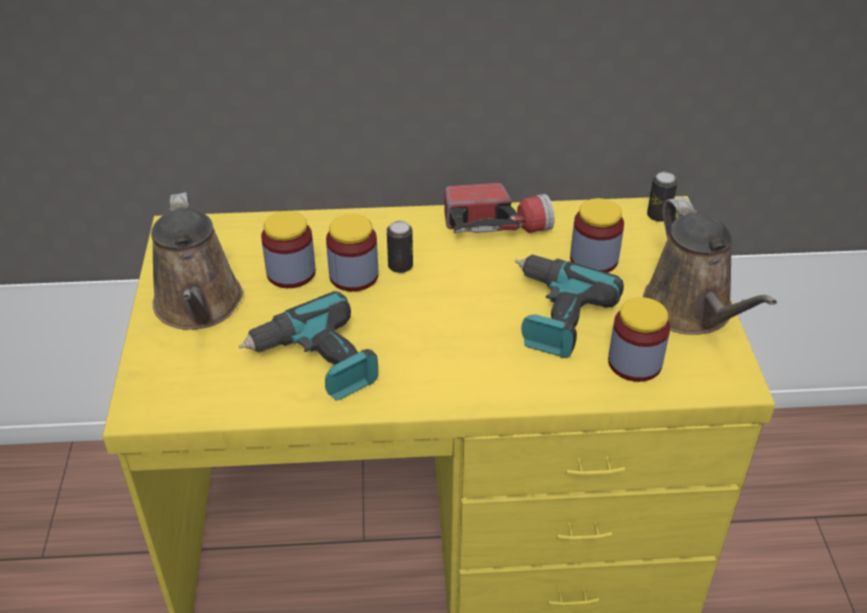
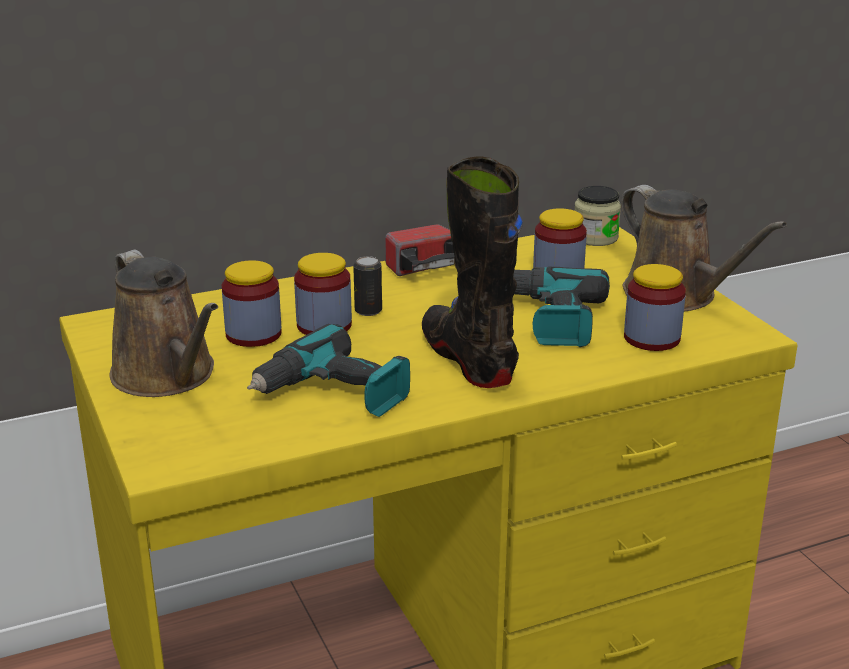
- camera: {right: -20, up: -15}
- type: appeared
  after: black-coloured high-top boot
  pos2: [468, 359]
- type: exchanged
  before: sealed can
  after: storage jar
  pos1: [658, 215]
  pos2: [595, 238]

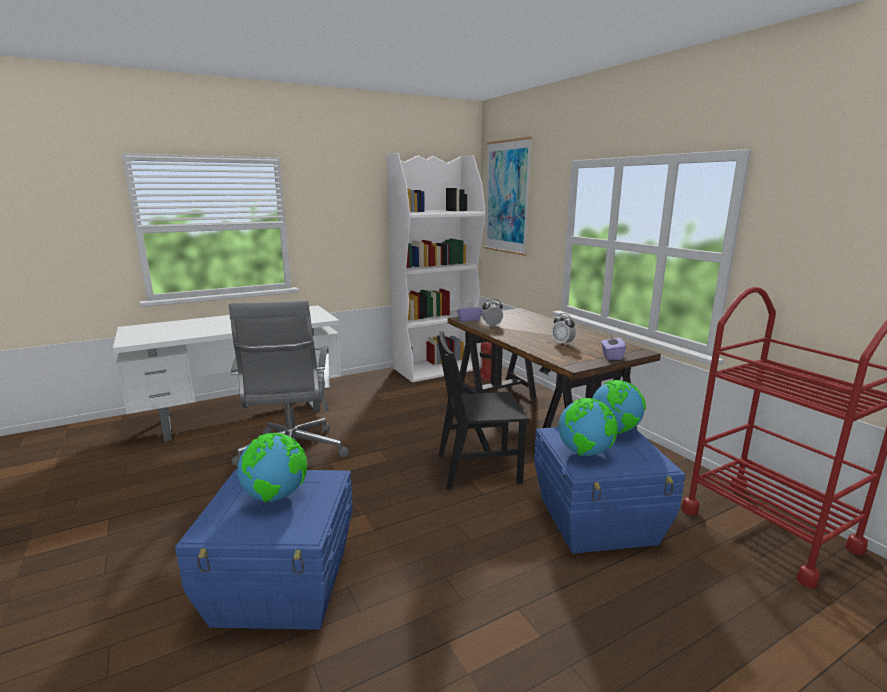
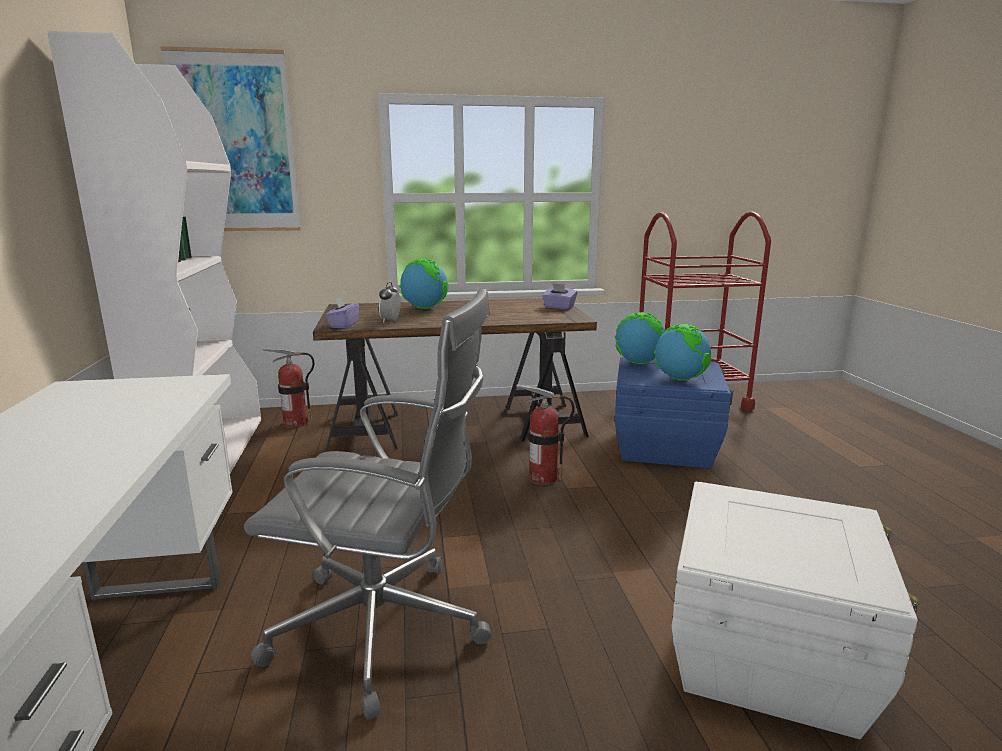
- camera: {right: -70, up: 0}
- type: relocated
  before: desk globe
  pos1: [276, 496]
  pos2: [424, 308]
- type: exchanged
  before: black-coloured upright chair
  after: fire extinguisher
  pos1: [478, 468]
  pos2: [543, 478]
- type: colour
  before: bluish storage bin
  after: whitish storage bin
  pos1: [283, 587]
  pos2: [768, 657]
- type: missing
  before: table clock
  pos1: [562, 343]

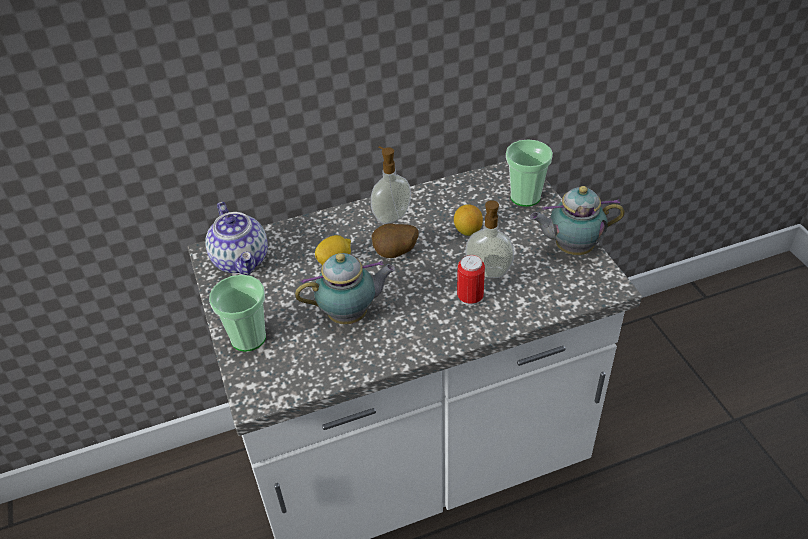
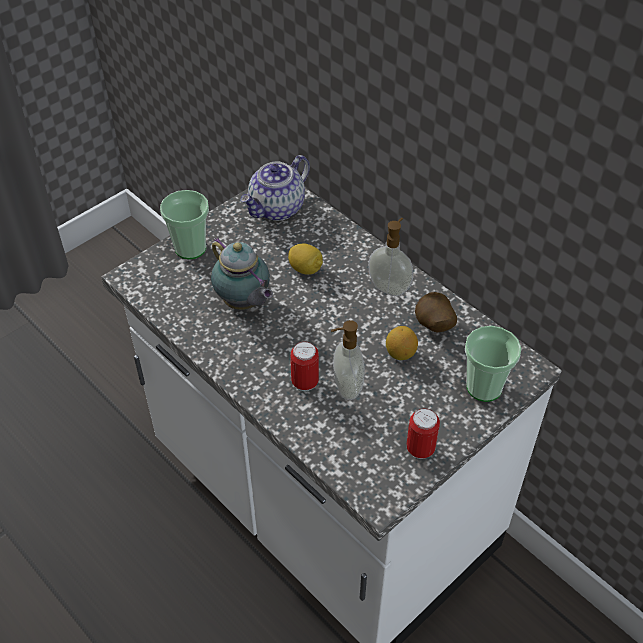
- camera: {right: 65, up: 5}
- type: exchanged
  before: pot for tea
  after: sealed can
  pos1: [571, 248]
  pos2: [420, 449]
- type: relocated
  before: potato
  pos1: [395, 254]
  pos2: [433, 326]

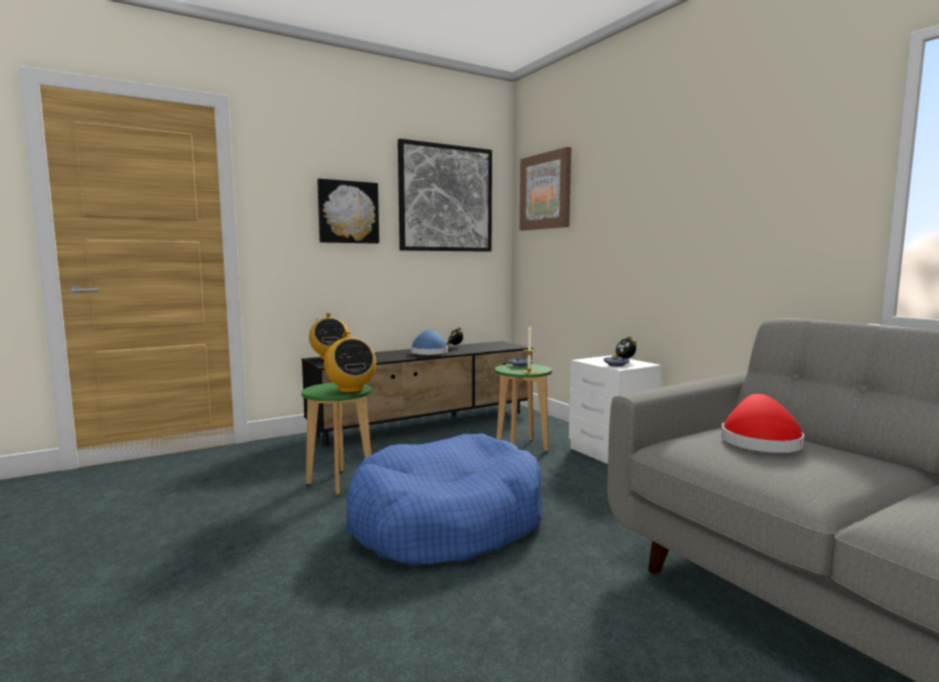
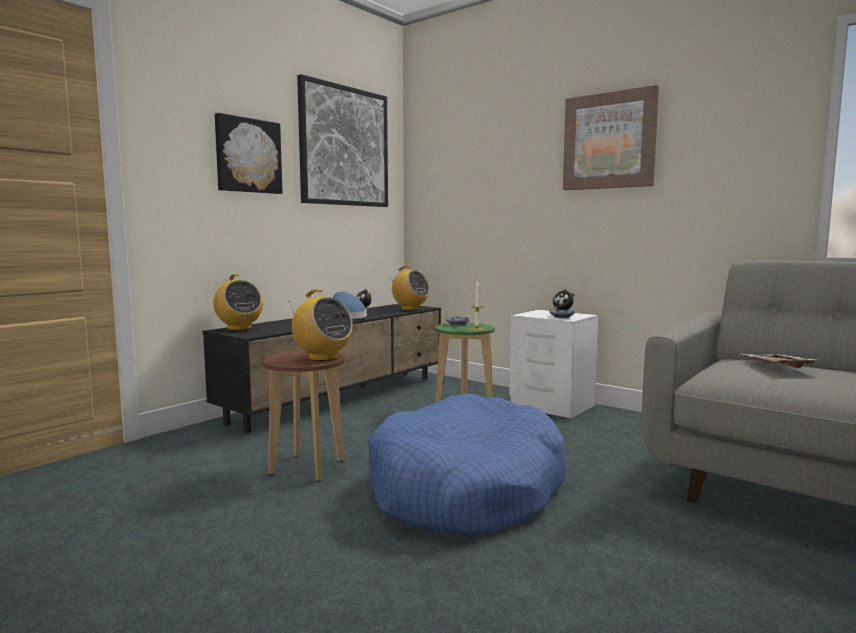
- camera: {right: -20, up: 0}
- type: colour
  before: greenish stool
  after: brownish stool
  pos1: [340, 482]
  pos2: [307, 467]
- type: appeared
  after: radio
  pos2: [410, 309]
- type: relocated
  before: wall art
  pos1: [545, 191]
  pos2: [609, 141]
- type: exchanged
  before: reddish wearable hat
  after: whitish tray
  pos1: [759, 441]
  pos2: [775, 367]

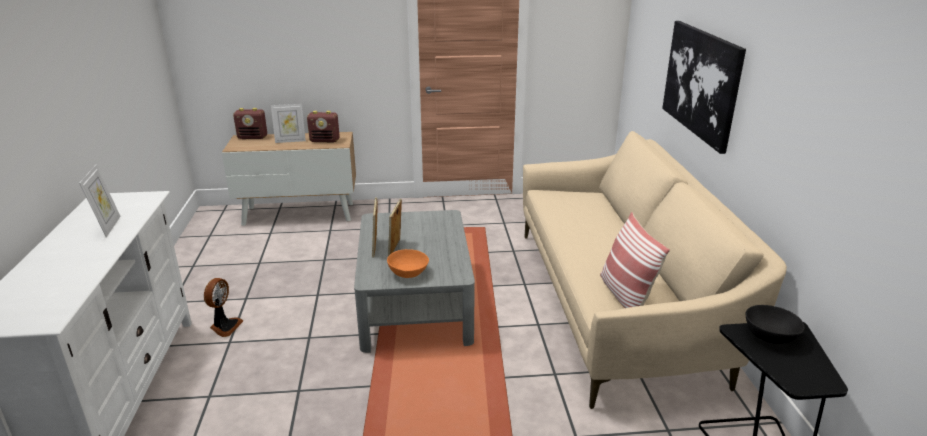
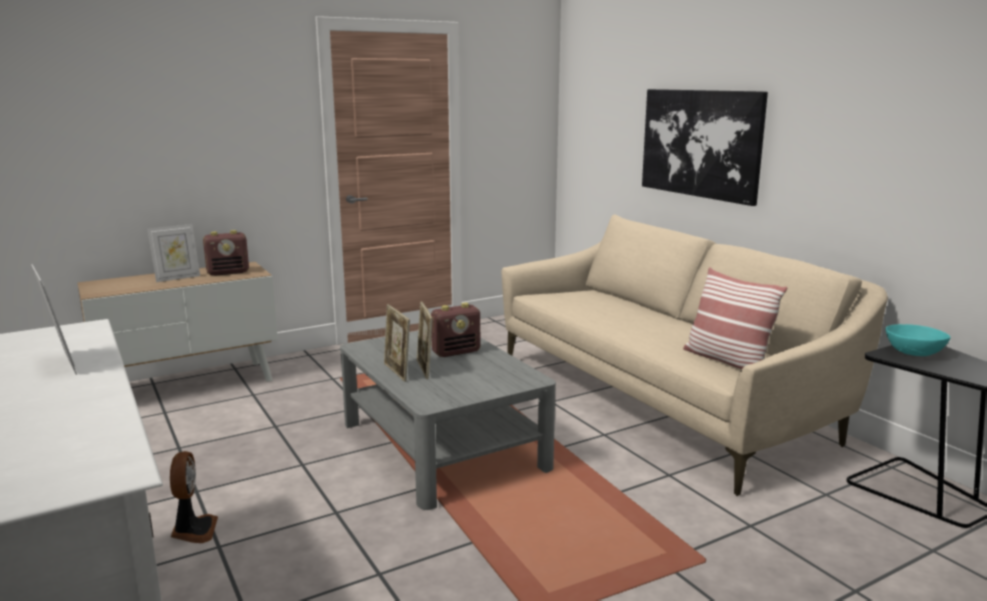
- camera: {right: -25, up: -10}
- type: relocated
  before: radio
  pos1: [253, 137]
  pos2: [456, 352]
- type: colour
  before: black-coloured bowl
  after: turquoise bowl
  pos1: [770, 335]
  pos2: [913, 352]
- type: missing
  before: orange bowl
  pos1: [408, 273]

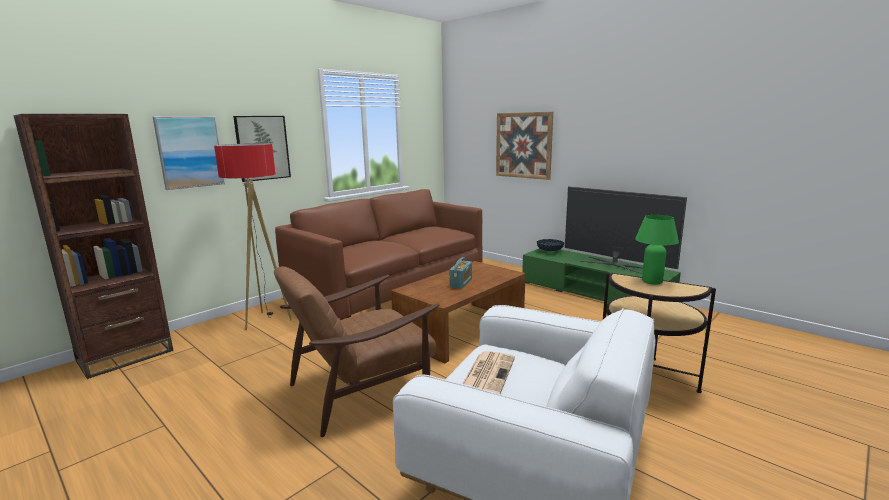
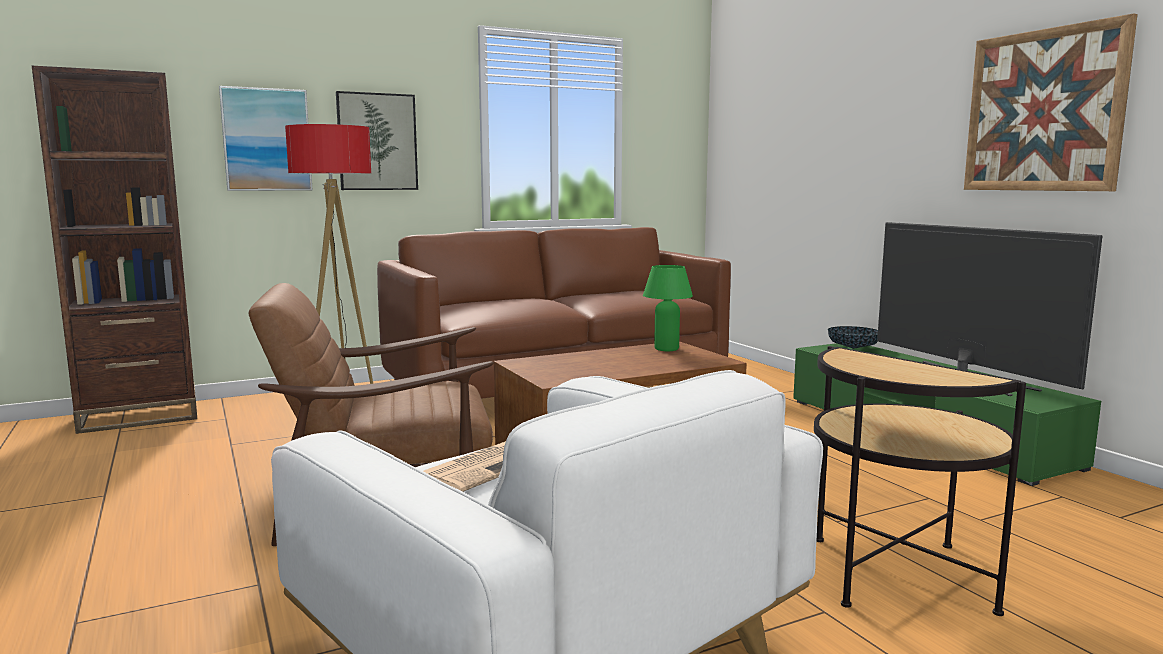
- camera: {right: 20, up: -5}
- type: relocated
  before: greenish tabletop lamp
  pos1: [652, 281]
  pos2: [666, 349]
- type: relocated
  before: wall art
  pos1: [523, 145]
  pos2: [1043, 111]
- type: missing
  before: radio
  pos1: [461, 283]

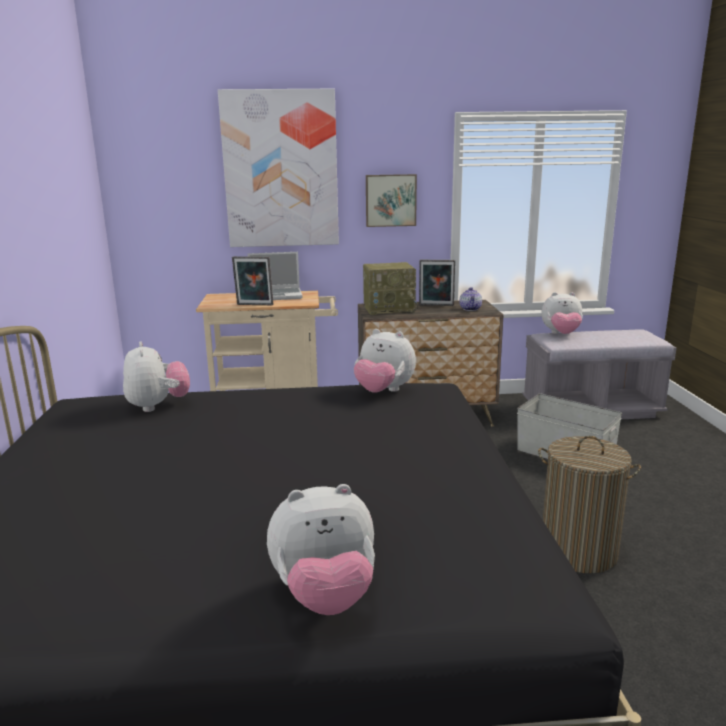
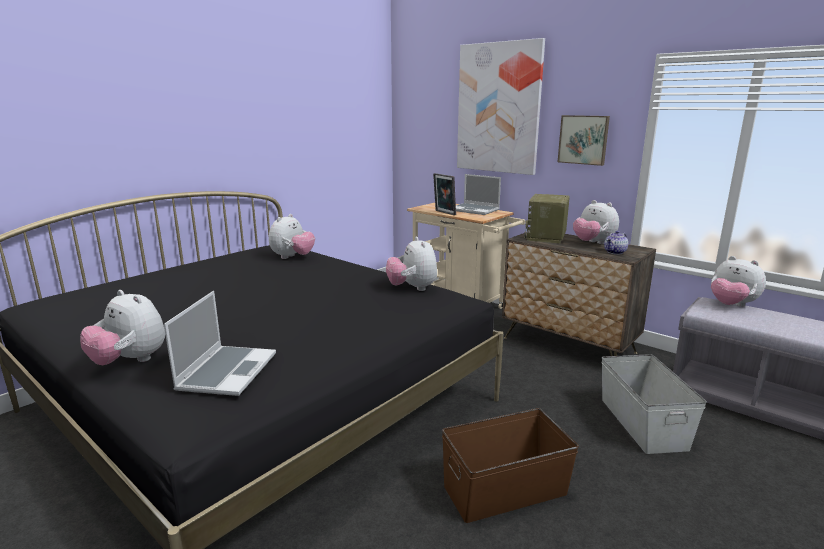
- camera: {right: 45, up: 0}
- type: appeared
  after: laptop
  pos2: [227, 371]
- type: exchanged
  before: hamper
  after: brownish storage bin
  pos1: [578, 551]
  pos2: [504, 490]
- type: spun
  before: radio
  pos1: [389, 309]
  pos2: [546, 237]
  turn: 75
- type: exchanged
  before: picture frame
  after: soft toy
  pos1: [436, 305]
  pos2: [593, 243]

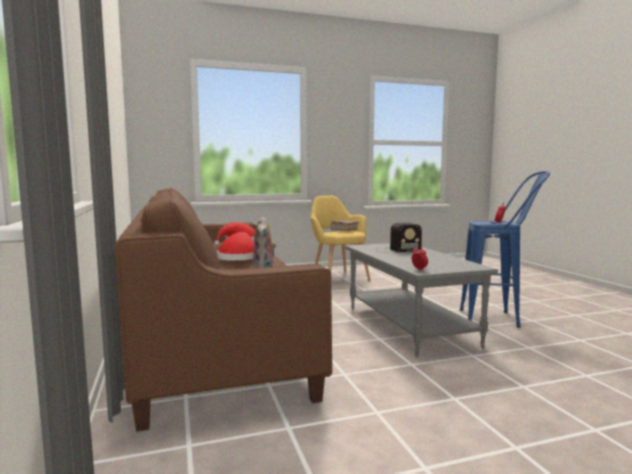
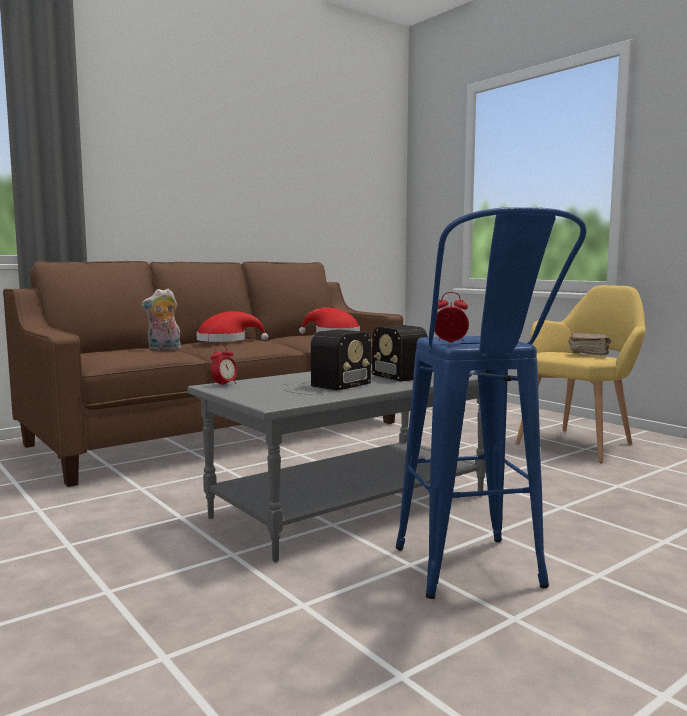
- camera: {right: 70, up: 0}
- type: appeared
  after: radio
  pos2: [324, 387]

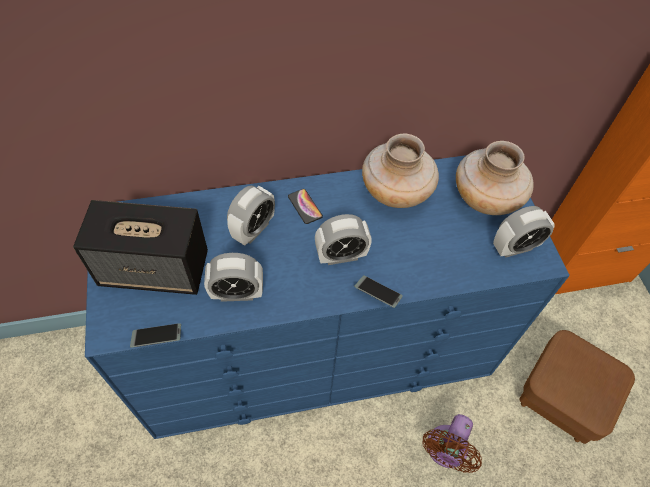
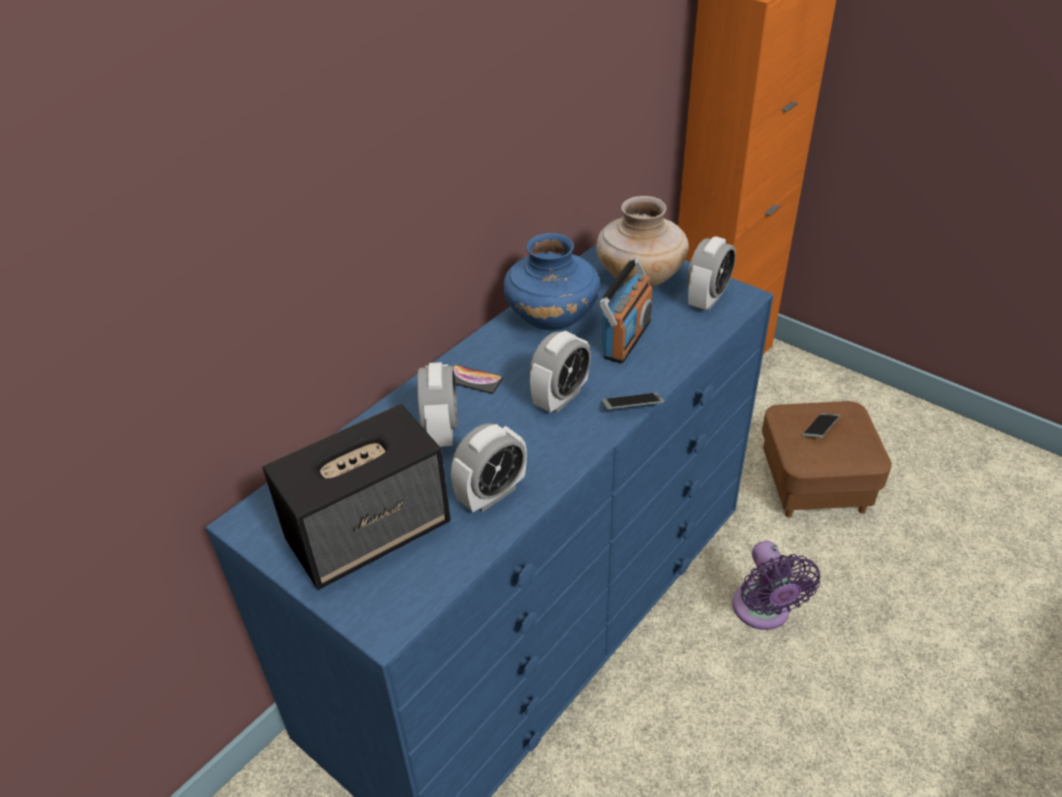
- camera: {right: -35, up: -15}
- type: colour
  before: beige decorative vase
  after: bluish decorative vase
  pos1: [396, 193]
  pos2: [552, 318]
- type: appeared
  after: radio
  pos2: [626, 339]
- type: colour
  before: brownish electric fan
  after: purple-coloured electric fan
  pos1: [445, 450]
  pos2: [763, 612]
- type: relocated
  before: handset
  pos1: [157, 337]
  pos2: [820, 429]

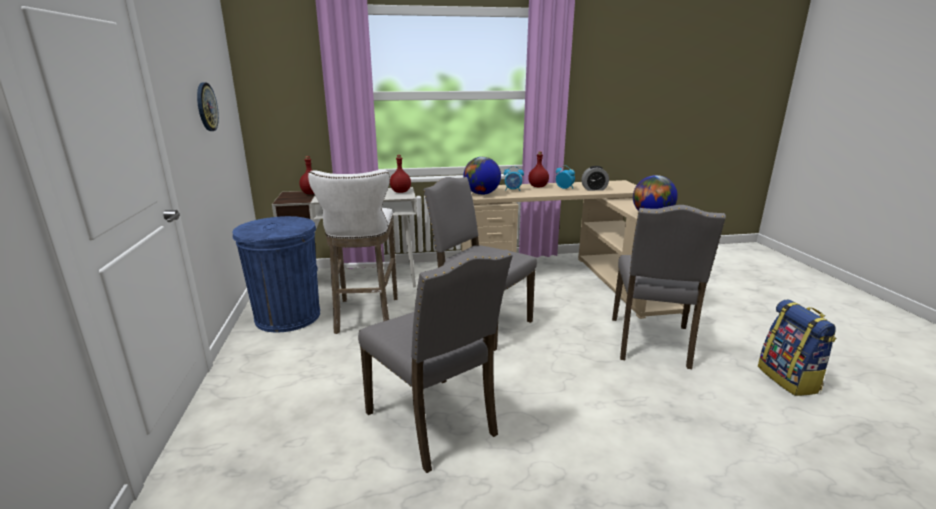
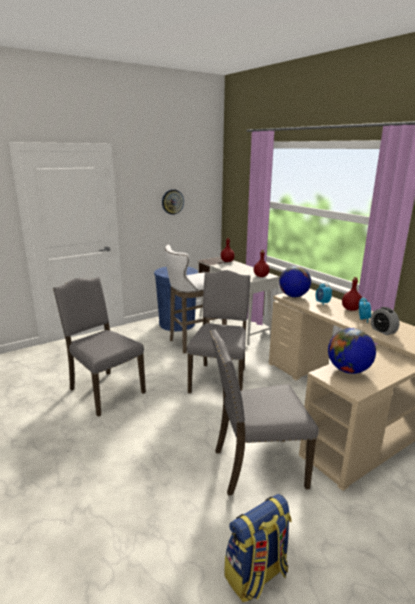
- camera: {right: 65, up: 0}
- type: spun
  before: greyish upright chair
  pos1: [434, 423]
  pos2: [104, 391]
  turn: 105

